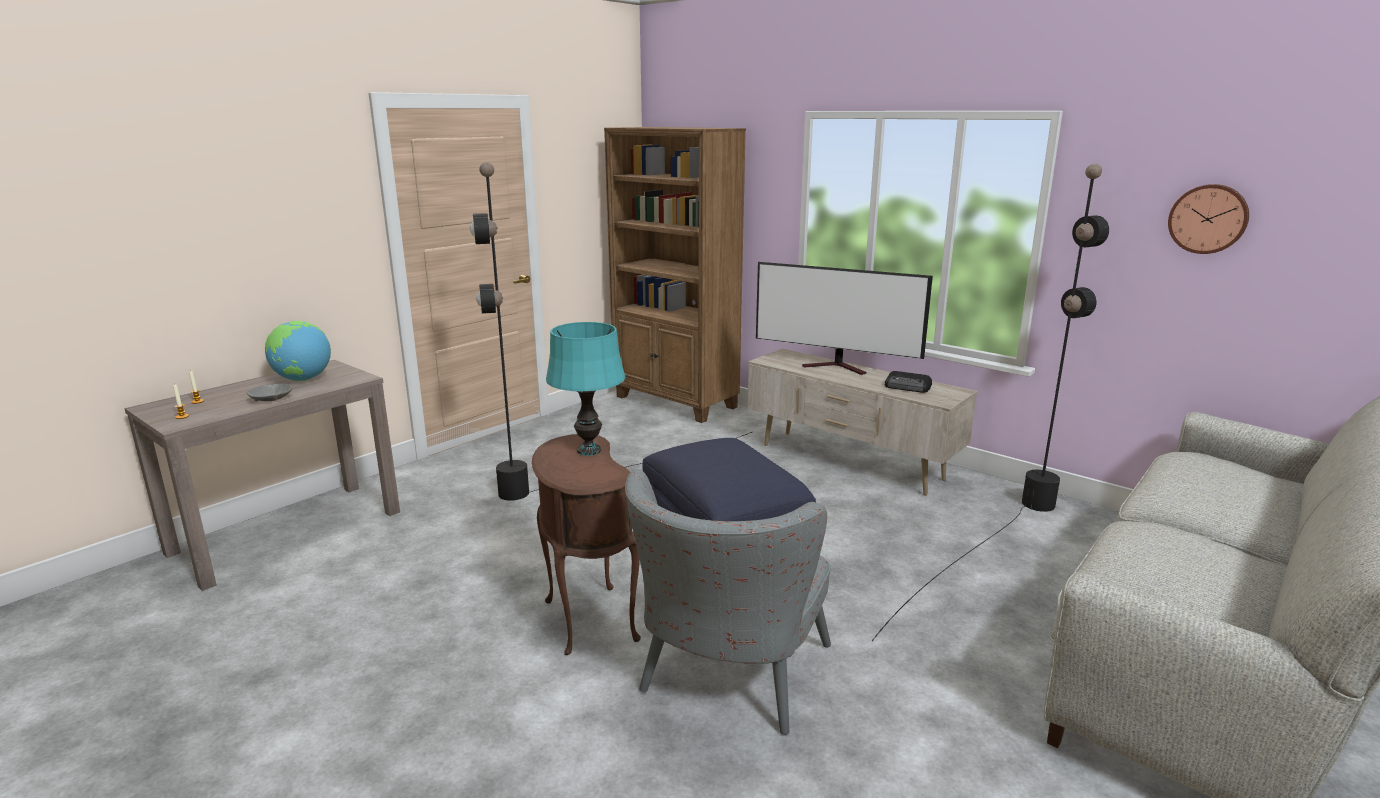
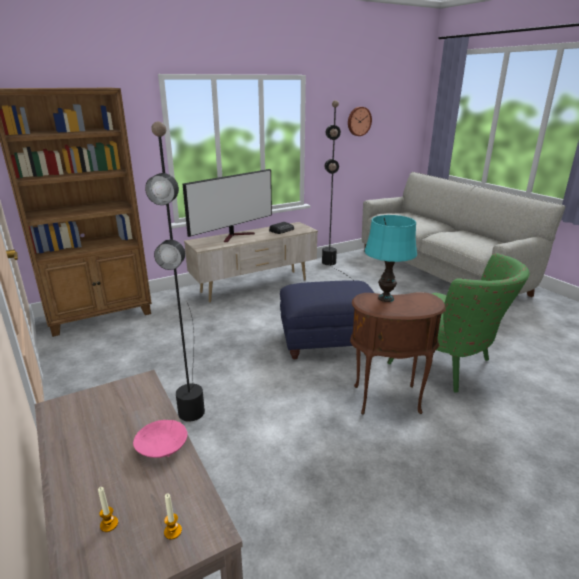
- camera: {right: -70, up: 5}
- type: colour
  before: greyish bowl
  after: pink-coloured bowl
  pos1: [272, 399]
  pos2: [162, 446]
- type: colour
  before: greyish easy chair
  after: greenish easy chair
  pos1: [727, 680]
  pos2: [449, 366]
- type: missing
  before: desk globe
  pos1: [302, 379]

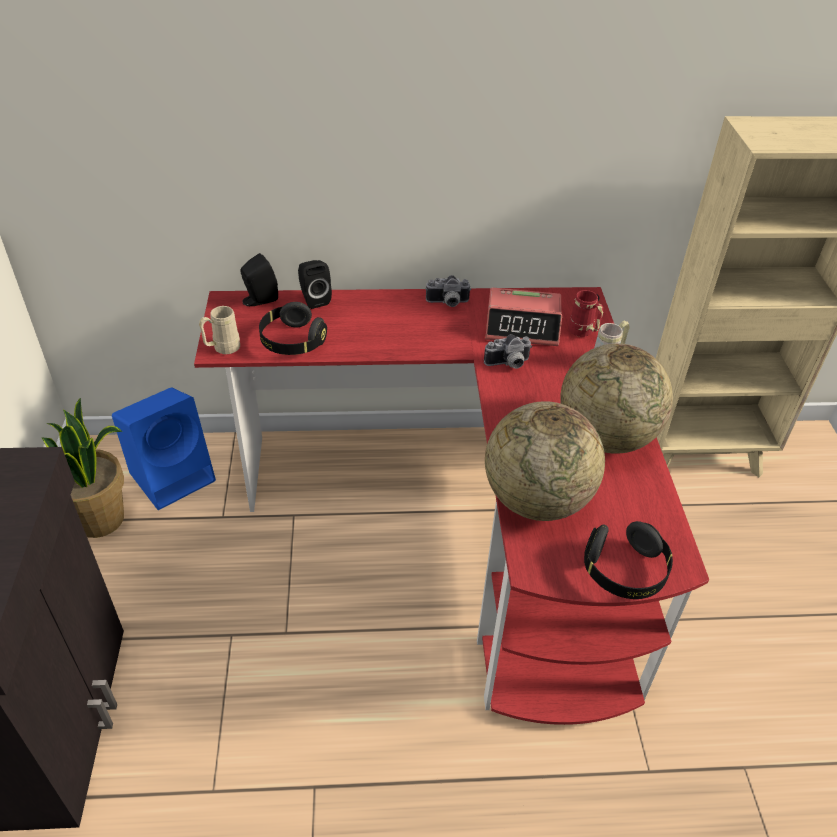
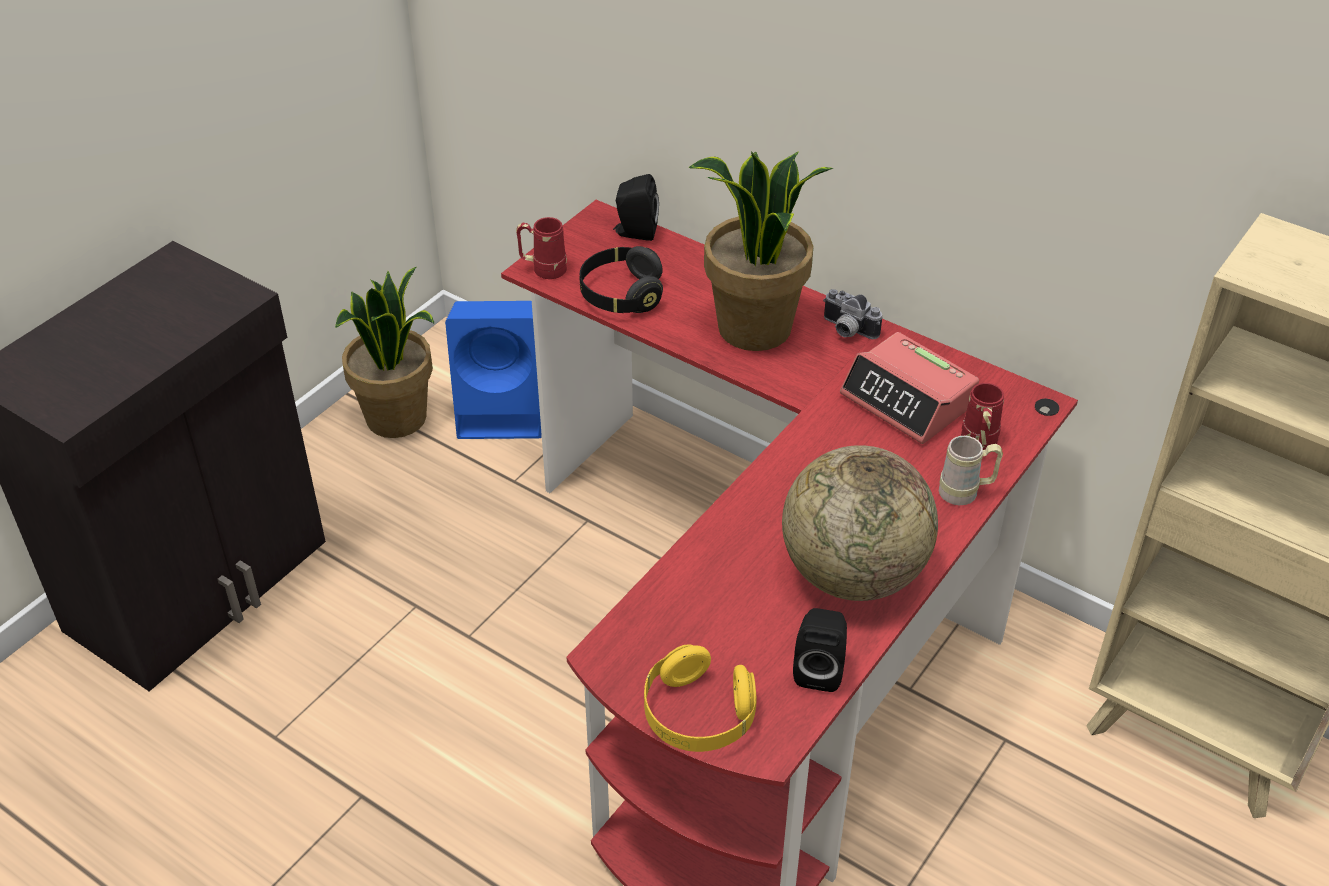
- camera: {right: 40, up: 0}
- type: colour
  before: beige coffee mug
  after: reddish coffee mug
  pos1: [222, 349]
  pos2: [543, 270]
- type: colour
  before: black-coloured headphones
  after: yellowish headphones
  pos1: [624, 571]
  pos2: [698, 716]
- type: appeared
  after: potted plant
  pos2: [754, 329]
- type: relocated
  before: black-coloured speaker
  pos1: [314, 299]
  pos2: [819, 669]
- type: missing
  before: still camera
  pos1: [508, 364]
- type: missing
  before: desk globe
  pos1: [536, 499]

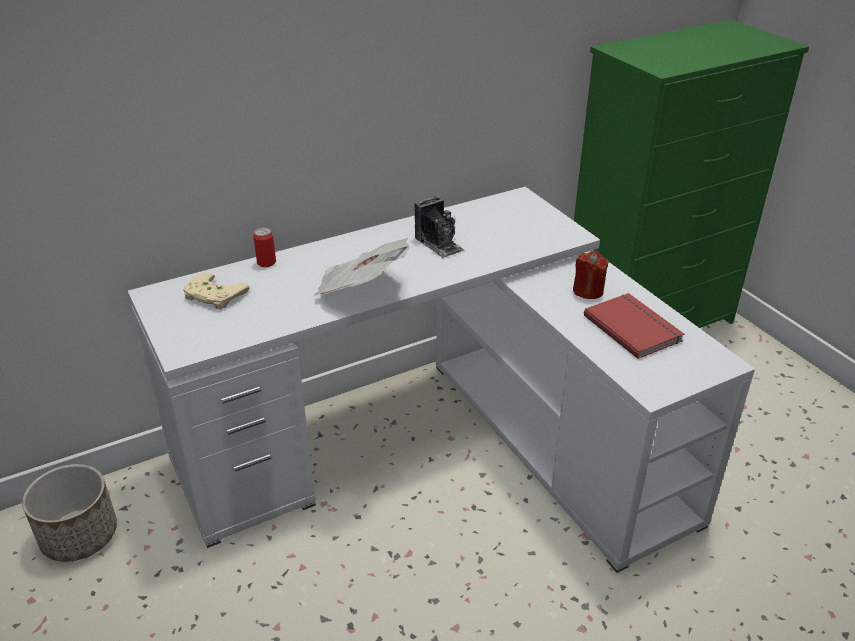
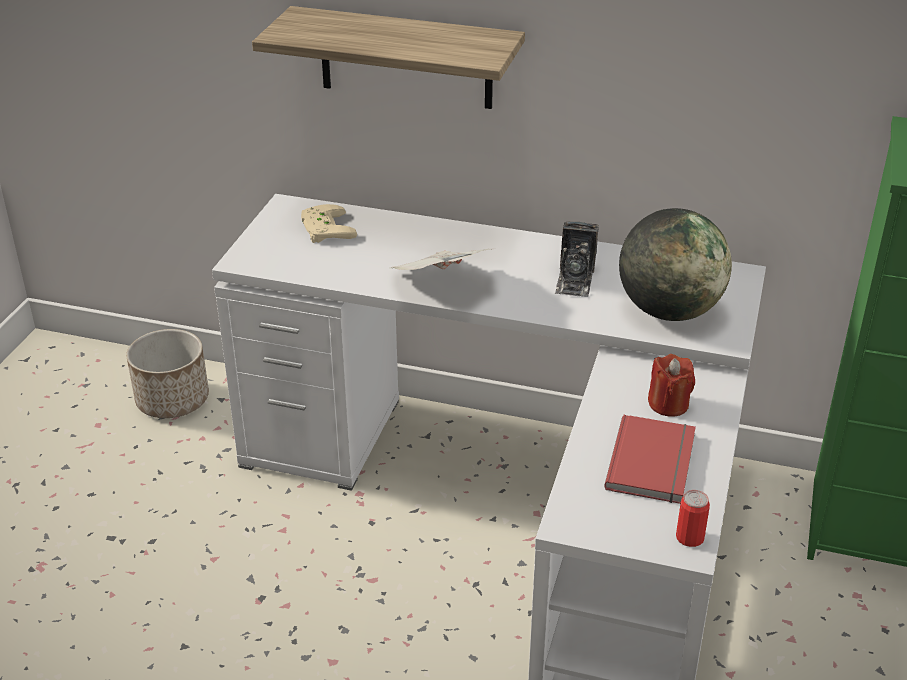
- camera: {right: 45, up: 0}
- type: appeared
  after: shelf
  pos2: [406, 58]
- type: appeared
  after: desk globe
  pos2: [668, 311]
- type: relocated
  before: sealed can
  pos1: [266, 262]
  pos2: [689, 537]

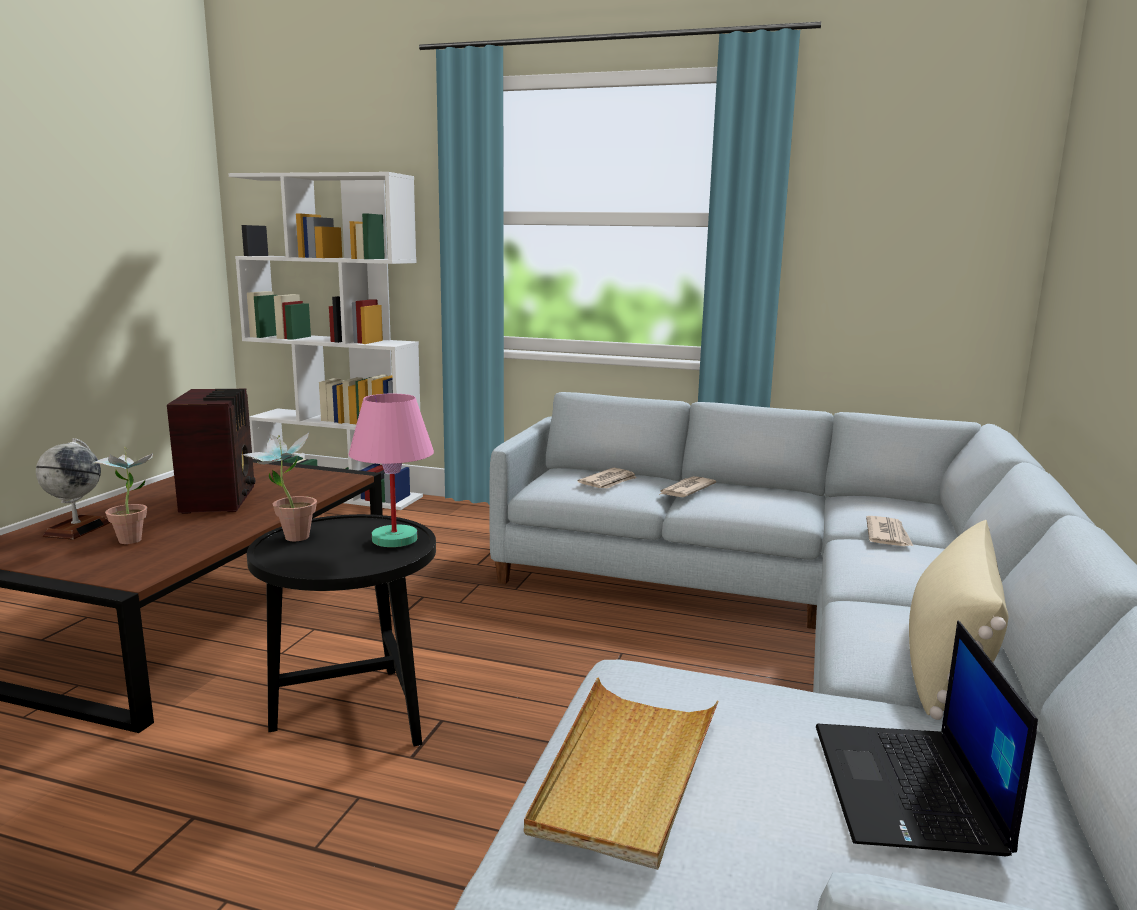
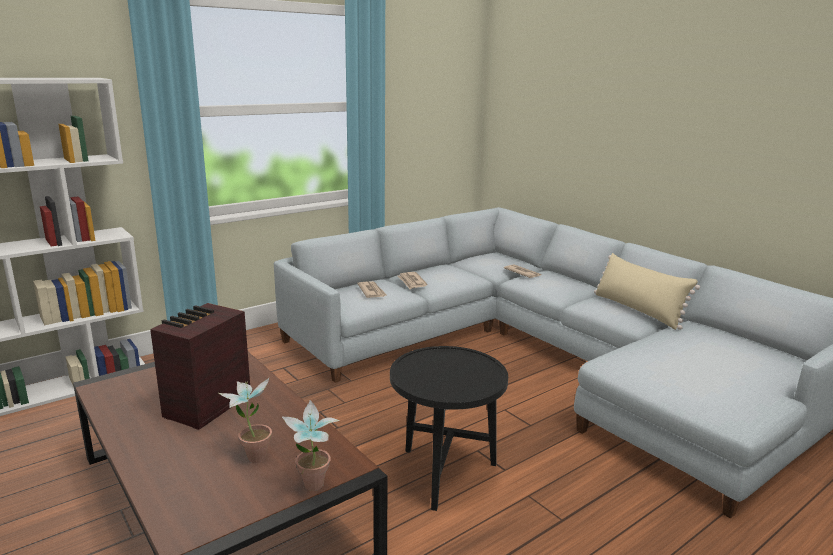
- camera: {right: -55, up: 5}
- type: spun
  before: radio
  pos1: [220, 499]
  pos2: [205, 406]
  turn: -90
- type: relocated
  before: potted plant
  pos1: [288, 539]
  pos2: [313, 489]
- type: missing
  before: desk globe
  pos1: [77, 529]
- type: missing
  before: pink-coloured tabletop lamp
  pos1: [395, 539]
- type: missing
  before: beige tray
  pos1: [626, 772]
- type: missing
  before: laptop
  pos1: [908, 789]

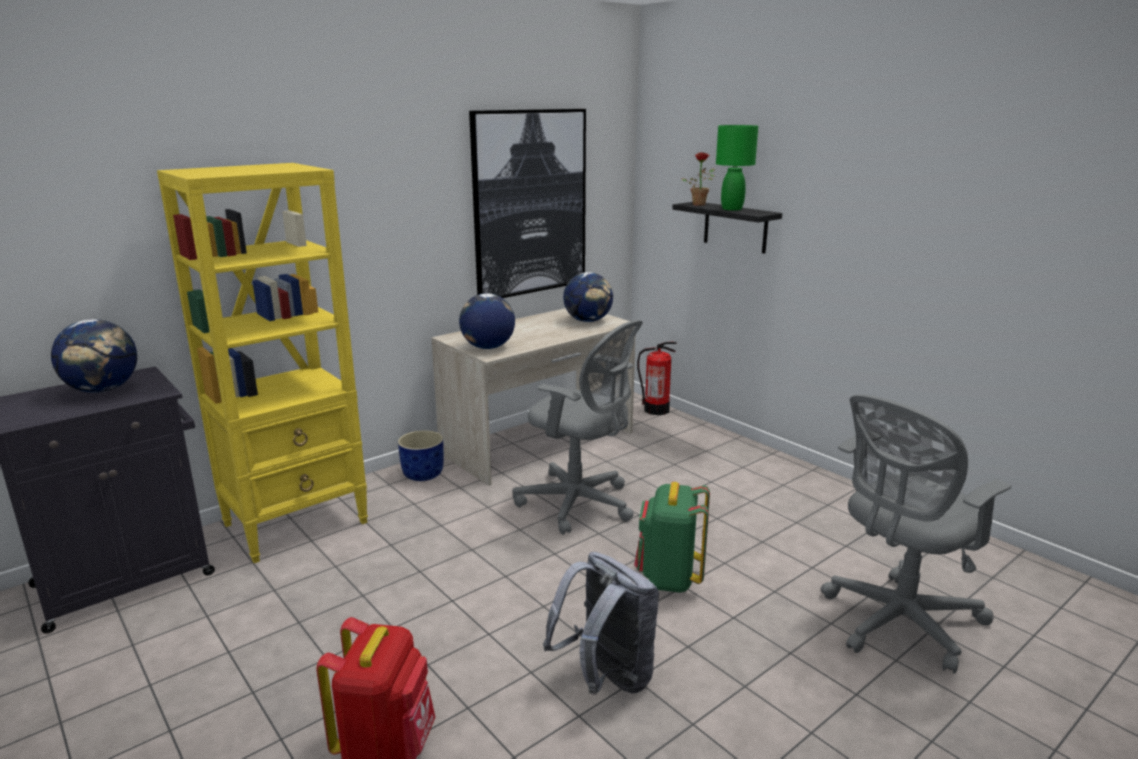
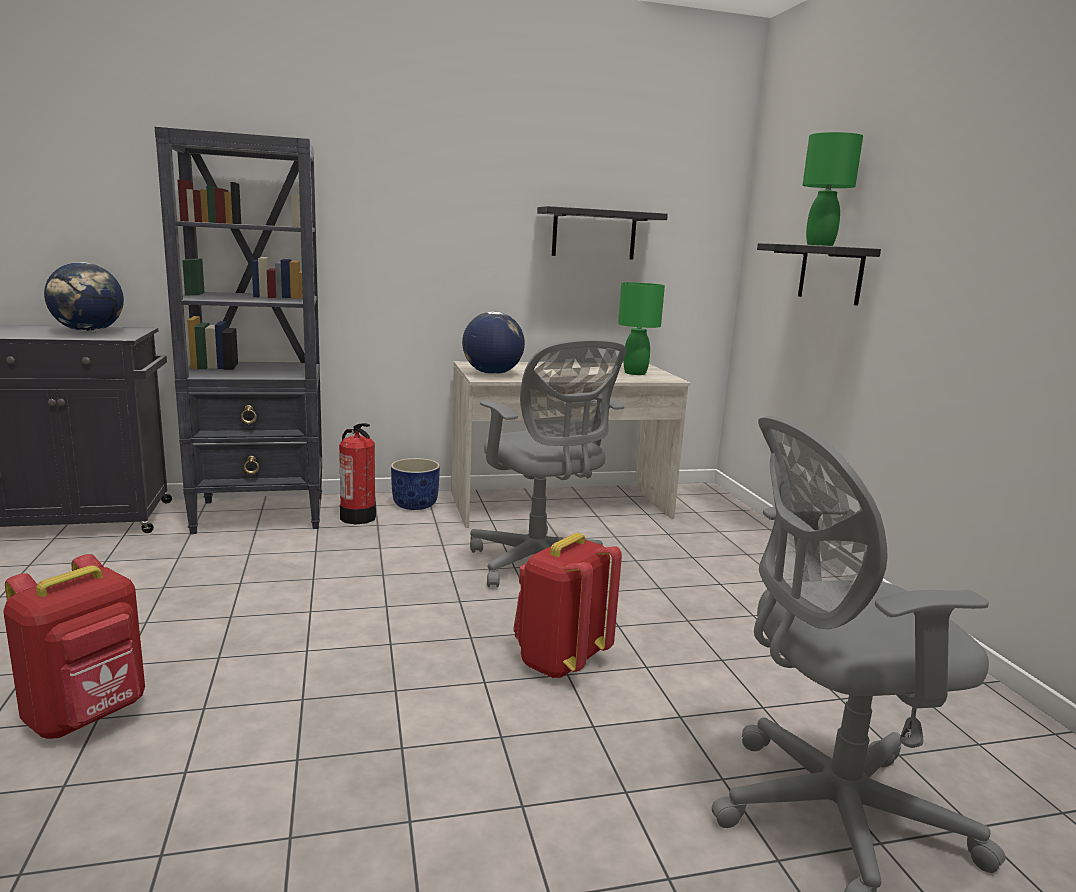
- camera: {right: 25, up: -5}
- type: colour
  before: yellowish shelving unit
  after: black-coloured shelving unit
  pos1: [297, 523]
  pos2: [262, 514]
- type: relocated
  before: fire extinguisher
  pos1: [656, 410]
  pos2: [358, 517]
- type: colour
  before: greenish knapsack
  after: reddish knapsack
  pos1: [669, 578]
  pos2: [559, 661]
- type: exchanged
  before: wall art
  after: black-coloured shelf
  pos1: [530, 203]
  pos2: [594, 234]
- type: exchanged
  before: desk globe
  after: greenish tabletop lamp
  pos1: [588, 321]
  pos2: [635, 373]
- type: missing
  before: greyish knapsack
  pos1: [606, 678]
- type: missing
  before: potted plant
  pos1: [699, 204]

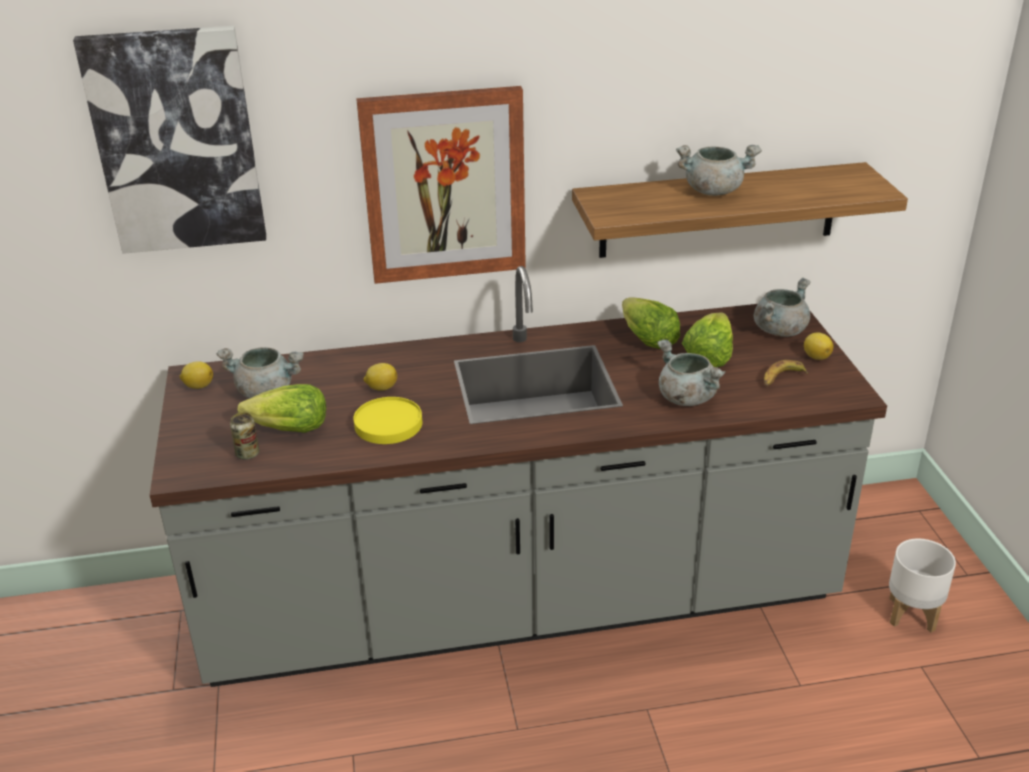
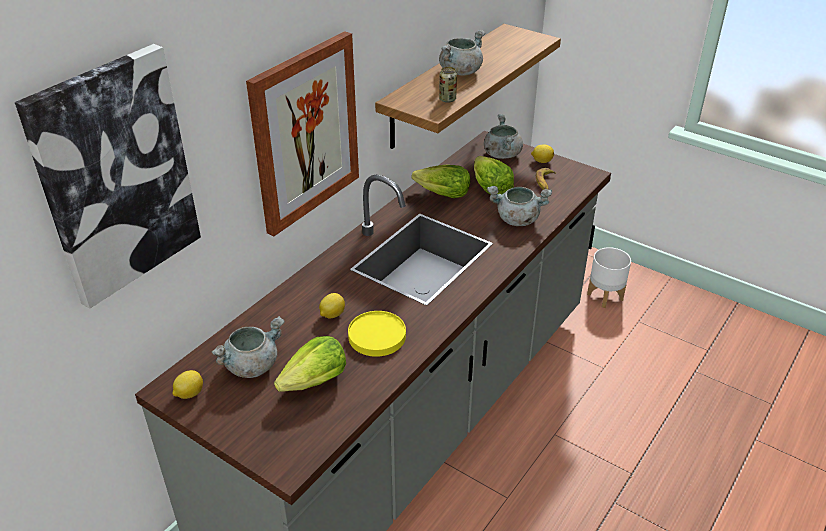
- camera: {right: -45, up: 5}
- type: relocated
  before: sealed can
  pos1: [247, 454]
  pos2: [447, 99]

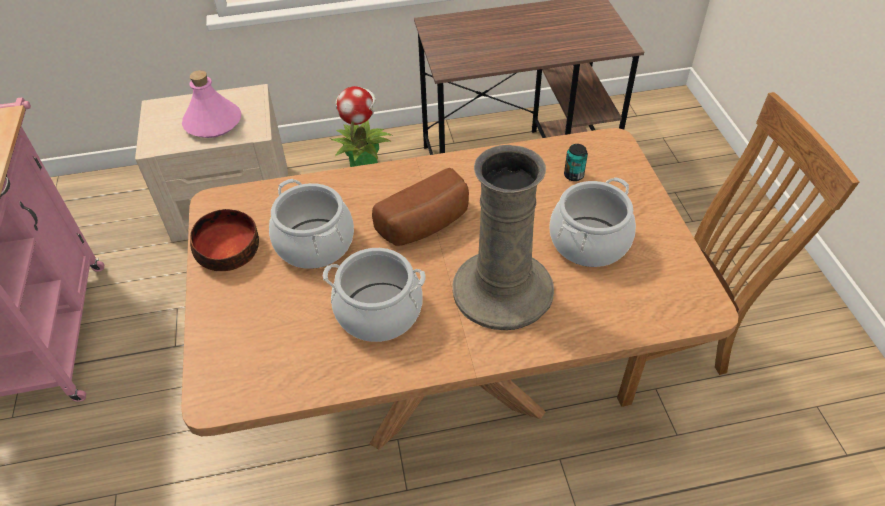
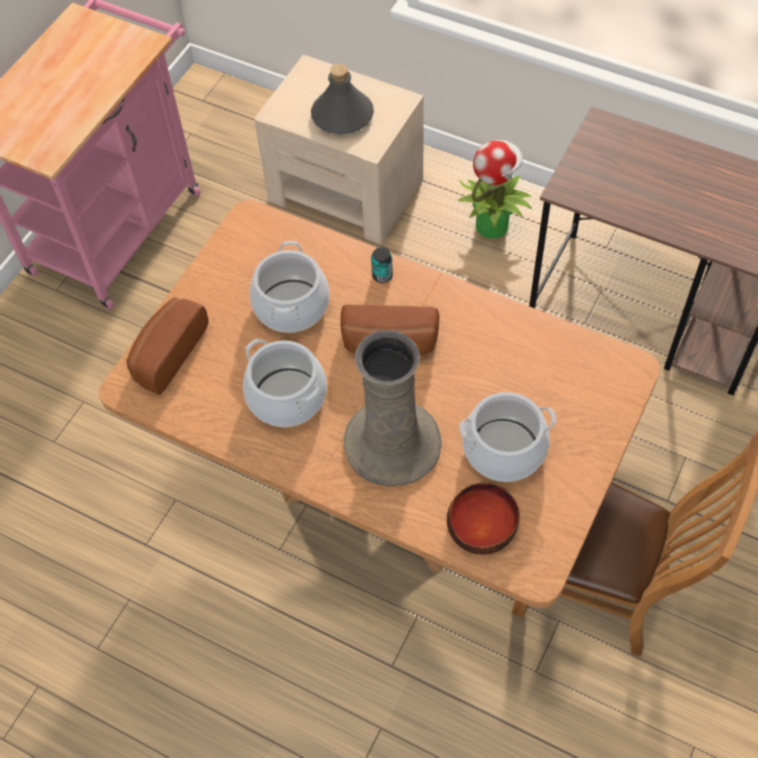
- camera: {right: 40, up: 10}
- type: appeared
  after: bakery bread
  pos2: [166, 353]
- type: colour
  before: pink-coloured bottle
  after: greyish bottle
  pos1: [213, 123]
  pos2: [342, 116]
- type: relocated
  before: sealed can
  pos1: [573, 175]
  pos2: [382, 275]
- type: relocated
  before: bowl
  pos1: [228, 251]
  pos2: [481, 526]

